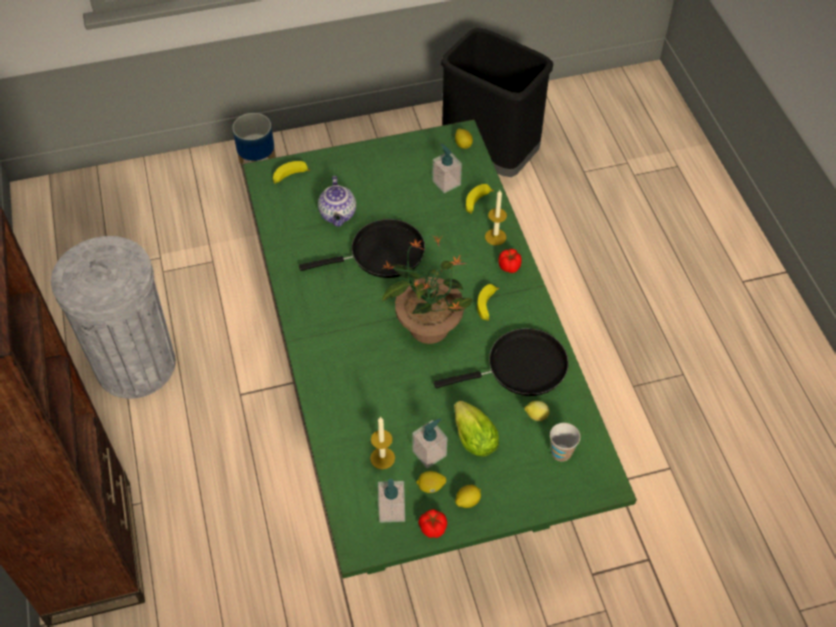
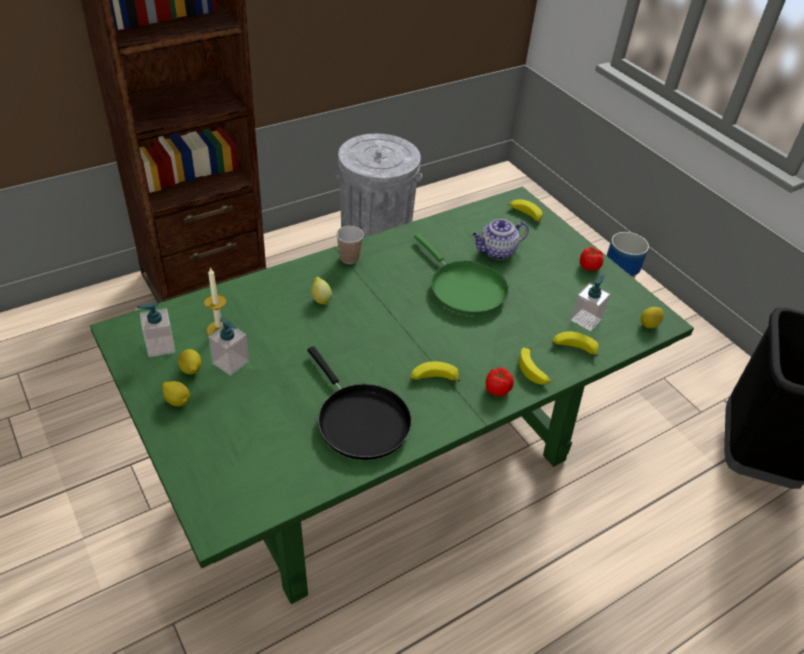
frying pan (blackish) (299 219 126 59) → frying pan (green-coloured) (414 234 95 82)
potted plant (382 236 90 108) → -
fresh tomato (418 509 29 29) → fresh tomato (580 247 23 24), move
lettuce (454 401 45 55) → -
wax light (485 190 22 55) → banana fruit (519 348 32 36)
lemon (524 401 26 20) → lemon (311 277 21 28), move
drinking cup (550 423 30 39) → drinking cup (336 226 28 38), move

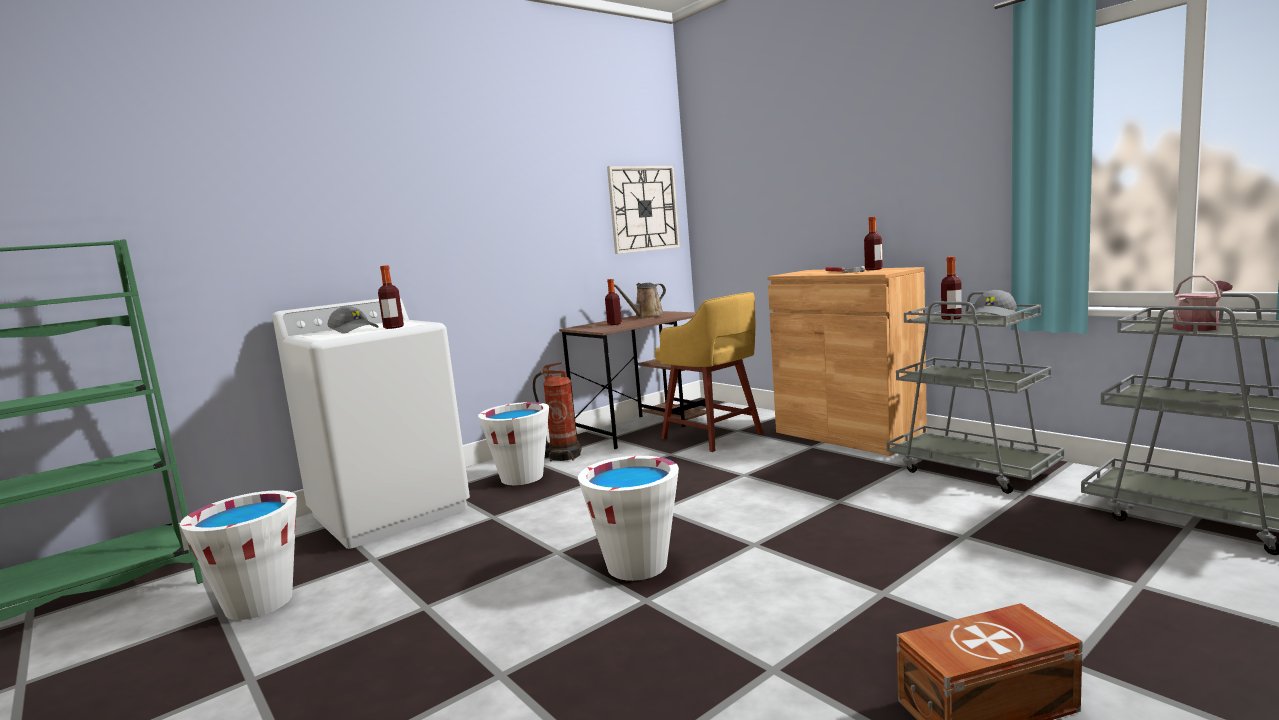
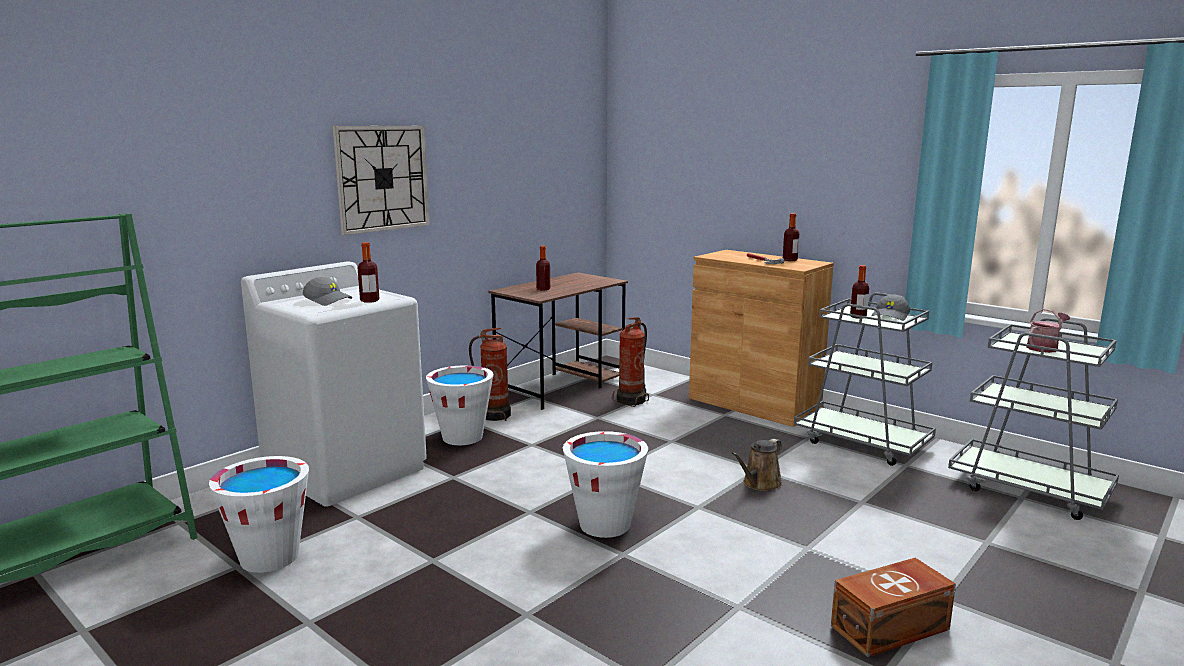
wall clock (607 166 73 88) → wall clock (333 126 97 109), move
watering can (brown) (614 283 52 35) → watering can (brown) (732 439 51 52), move
stool seat (yellowish) (655 292 108 160) → fire-fighting cylinder (613 317 36 90)

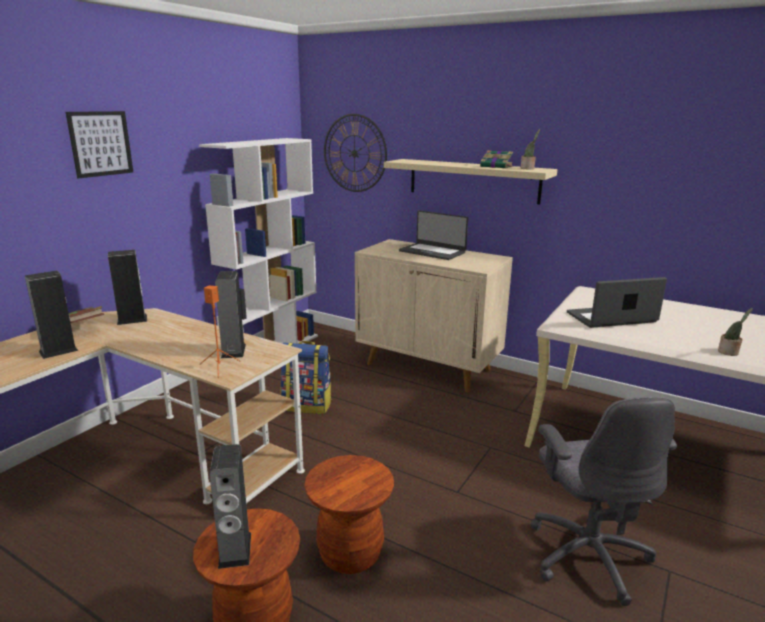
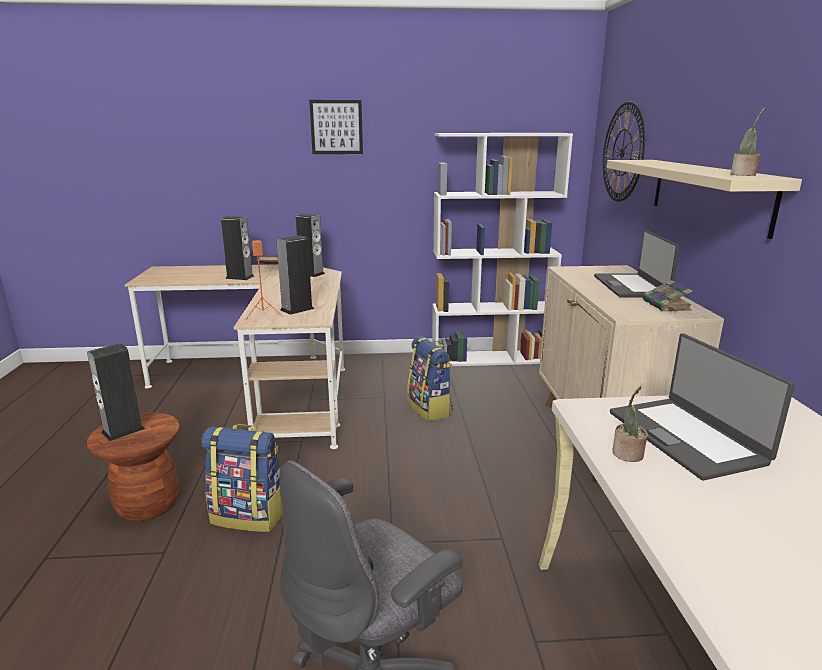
stool seat (brown) (304 455 90 119) → rucksack (201 424 82 108)
book (480 150 33 19) → book (643 280 49 32), move
laptop (567 277 100 51) → laptop (610 334 185 147), 150 degrees counterclockwise
potted plant (718 308 35 48) → potted plant (612 386 36 76), move

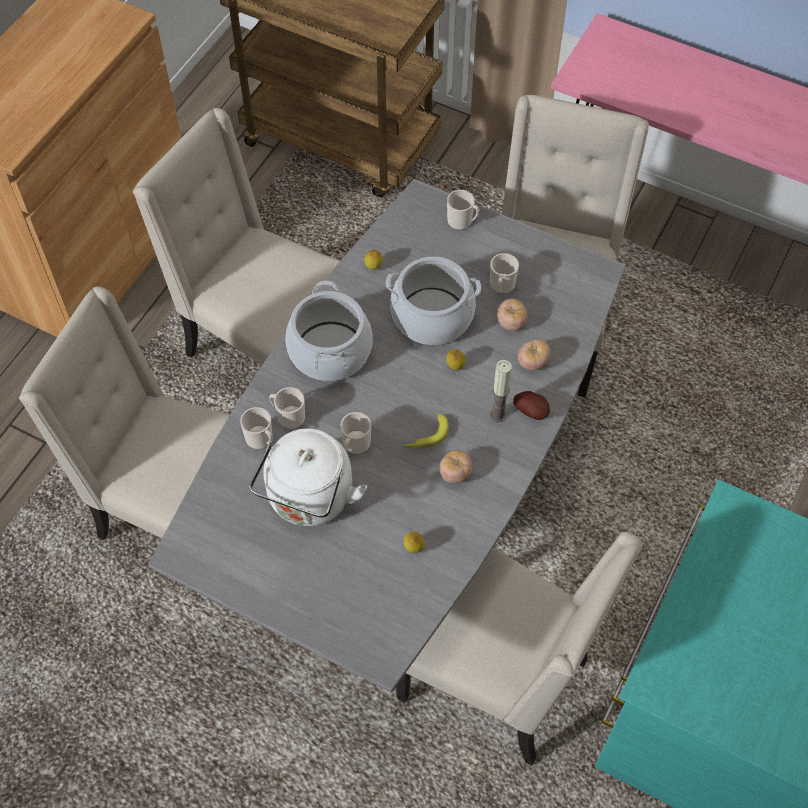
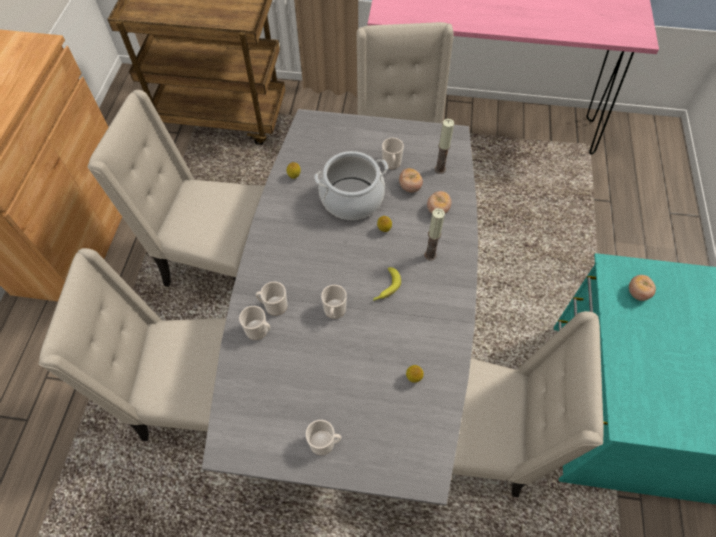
tea kettle (white-coloured) (249 429 118 97) → -
saucepot (285 281 88 100) → -
fresh tomato (439 450 34 34) → fresh tomato (629 275 27 26), move
mug (447 190 32 40) → mug (306 420 35 35), move
potato (513 391 37 29) → -
- → wax light (435 119 19 55)

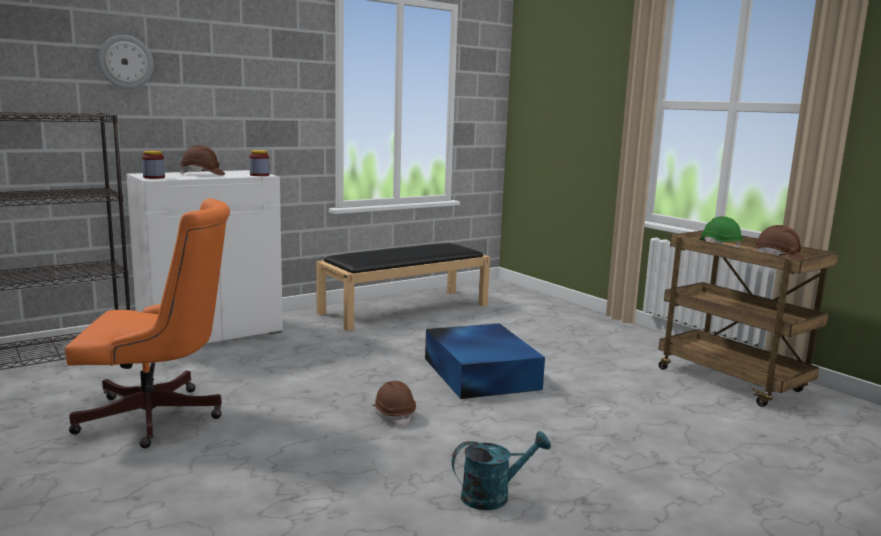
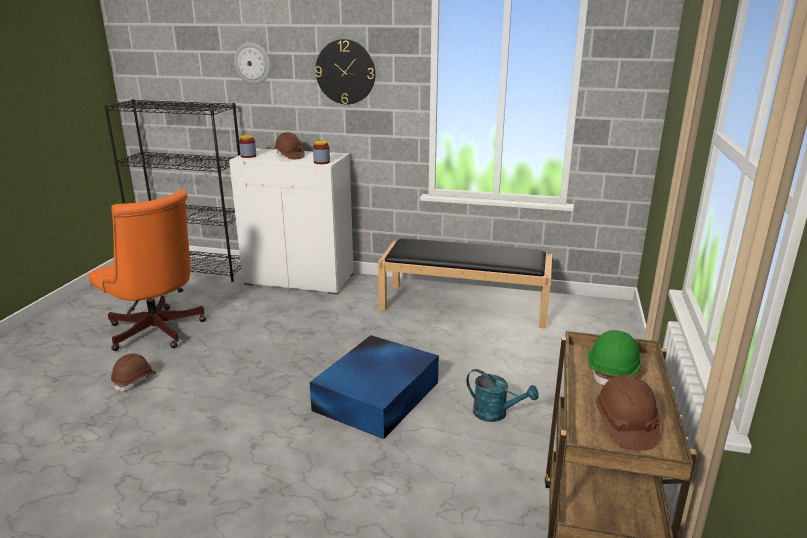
work helmet (brown) (373 381 43 45) → work helmet (brown) (111 354 46 38), move
watering can (turquoise-coloured) (452 431 99 79) → watering can (turquoise-coloured) (466 369 73 53), move
- → wall clock (315 39 61 65)

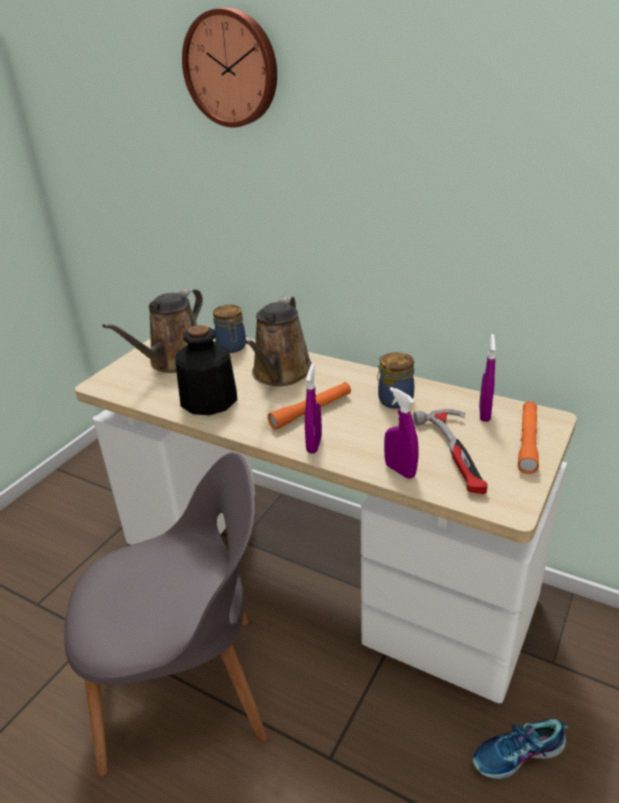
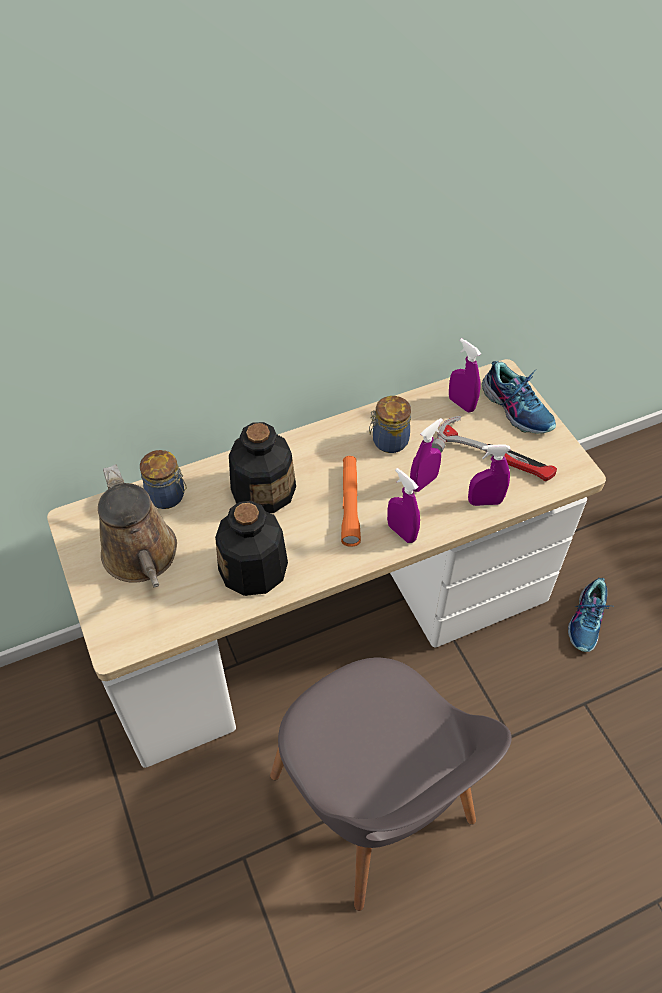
plain chair (gray) (64 452 203 325) → plain chair (gray) (270 657 242 254), 120 degrees clockwise
wall clock (182 8 95 119) → -
watering can (brown) (244 296 68 90) → beverage bottle (229 422 67 91)
torch (orangey) (518 401 21 73) → shoe (482 361 74 73)
- → sprayer (purple) (410 418 33 74)

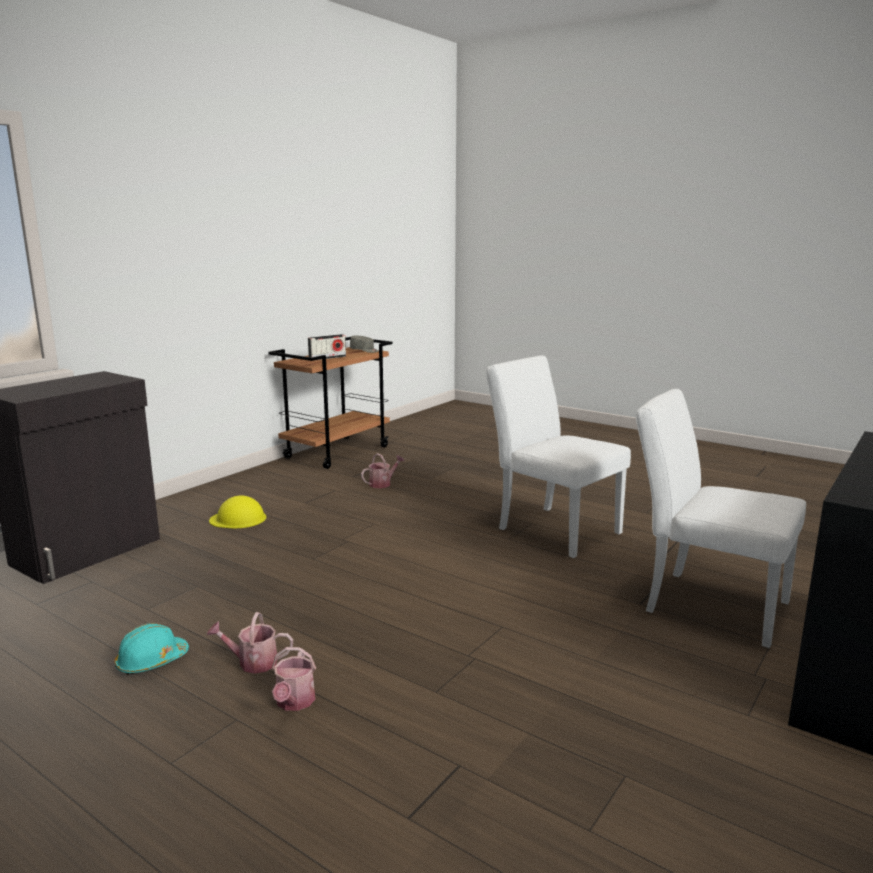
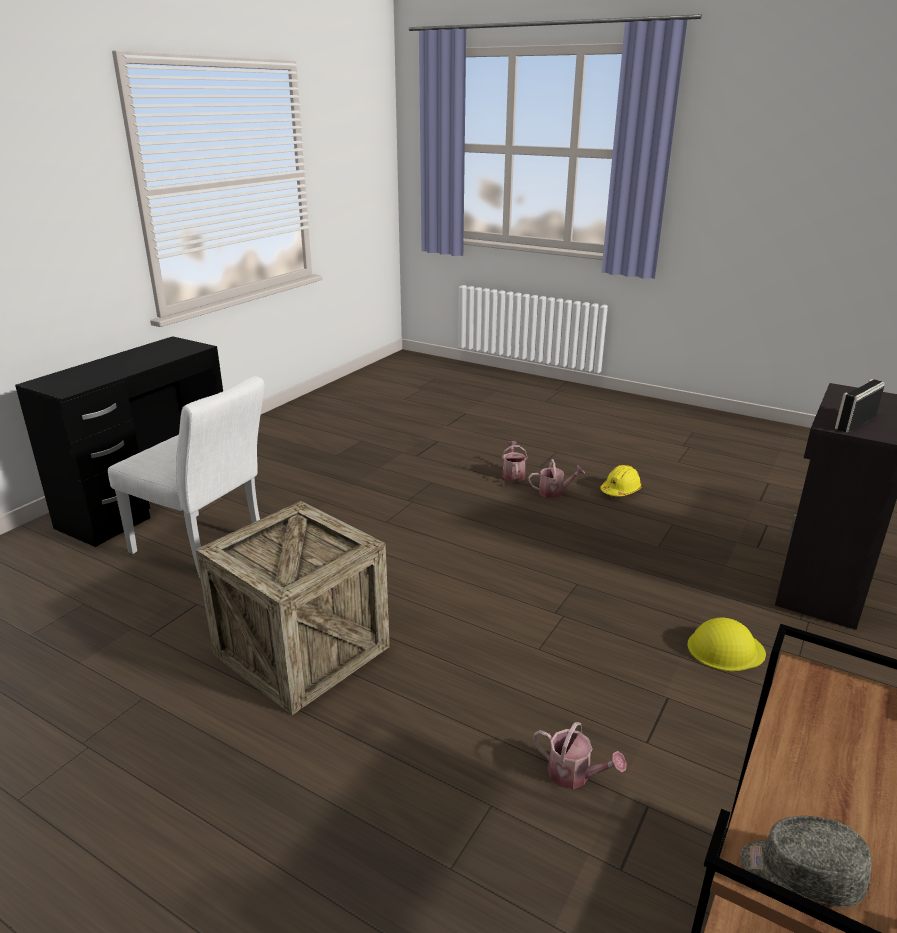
work helmet (turquoise-coloured) (114 623 75 52) → work helmet (yellowish) (600 465 42 31)
radio (308 334 38 26) → radio (835 379 50 54), move
watering can (361 453 44 35) → watering can (533 722 94 67), 105 degrees counterclockwise
plain chair (white-coloured) (486 355 145 203) → packing crate (196 501 194 214)

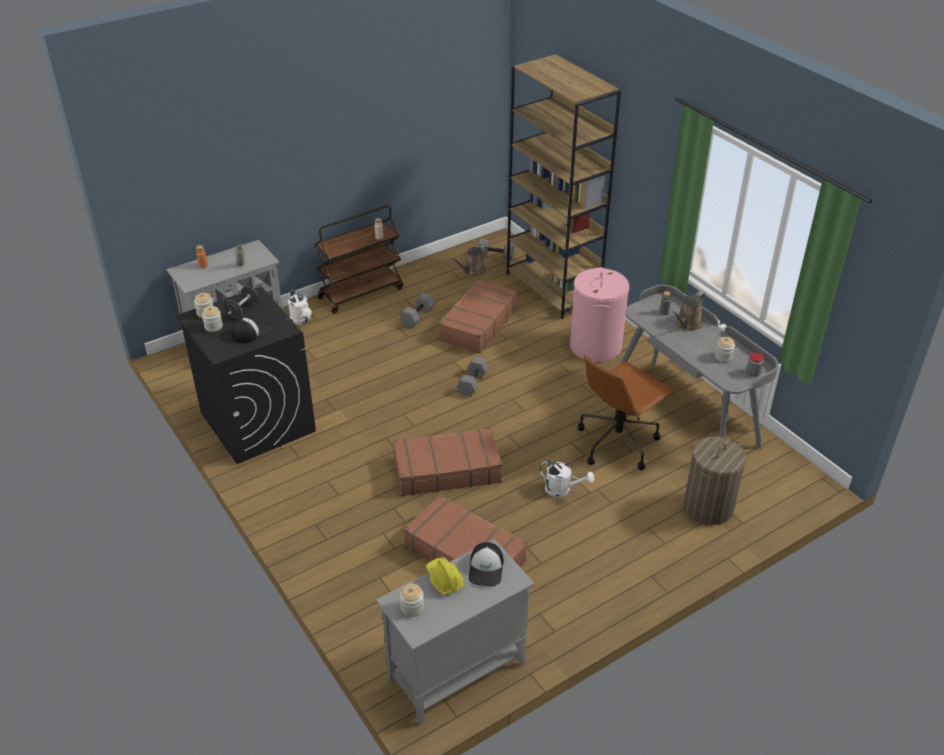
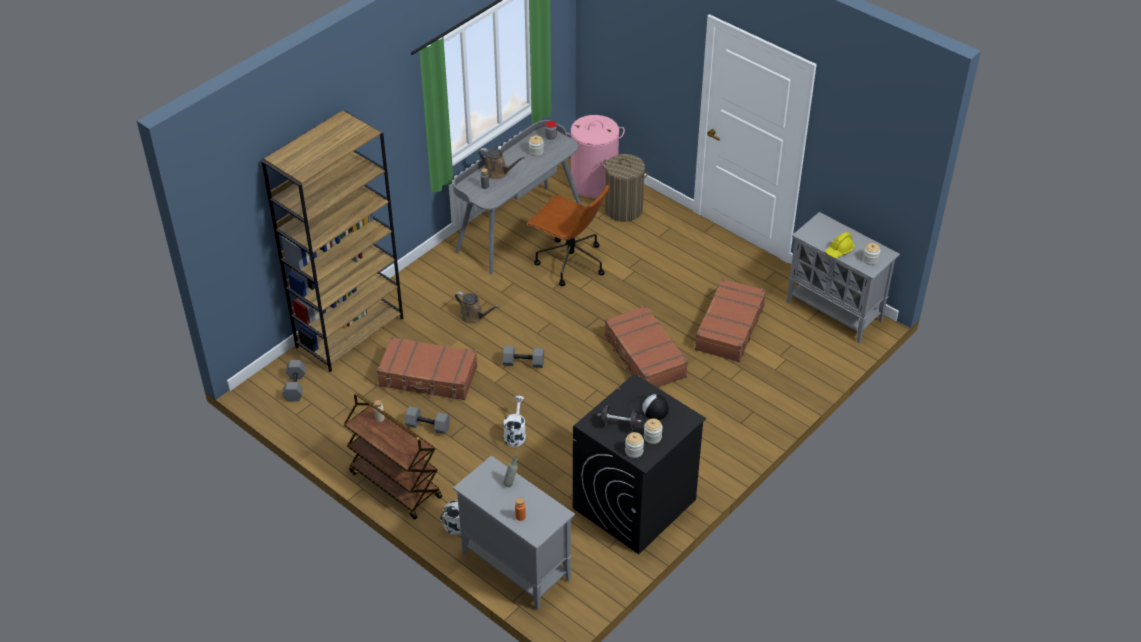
watering can (brown) (450 245 38 31) → watering can (brown) (455 292 44 32), move
baseball cap (469 542 35 44) → -
watering can (white-coloured) (539 460 55 38) → watering can (white-coloured) (504 396 22 51), move
laundry basket (pinkish) (570 267 59 95) → laundry basket (pinkish) (566 115 59 83), move

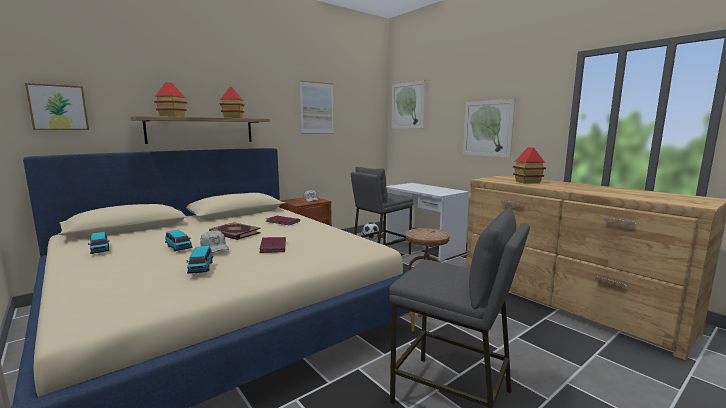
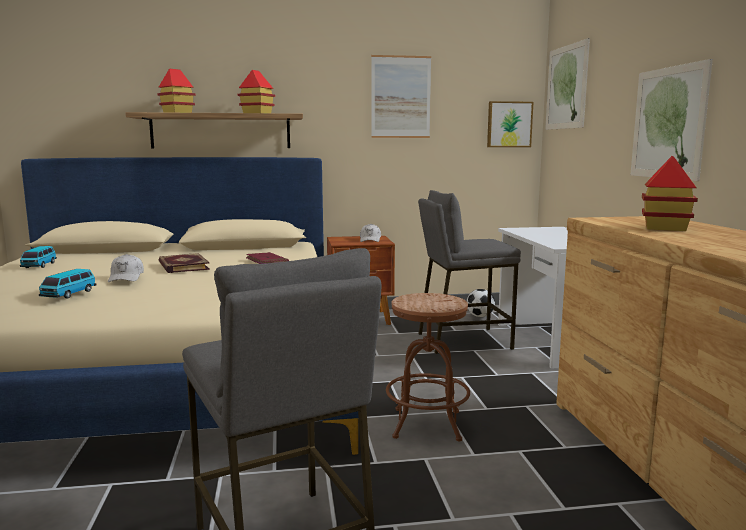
wall picture (25 83 64 47) → wall picture (487 101 47 46), move
miniature car (165 230 27 22) → -
book (reddish) (259 237 27 16) → -

